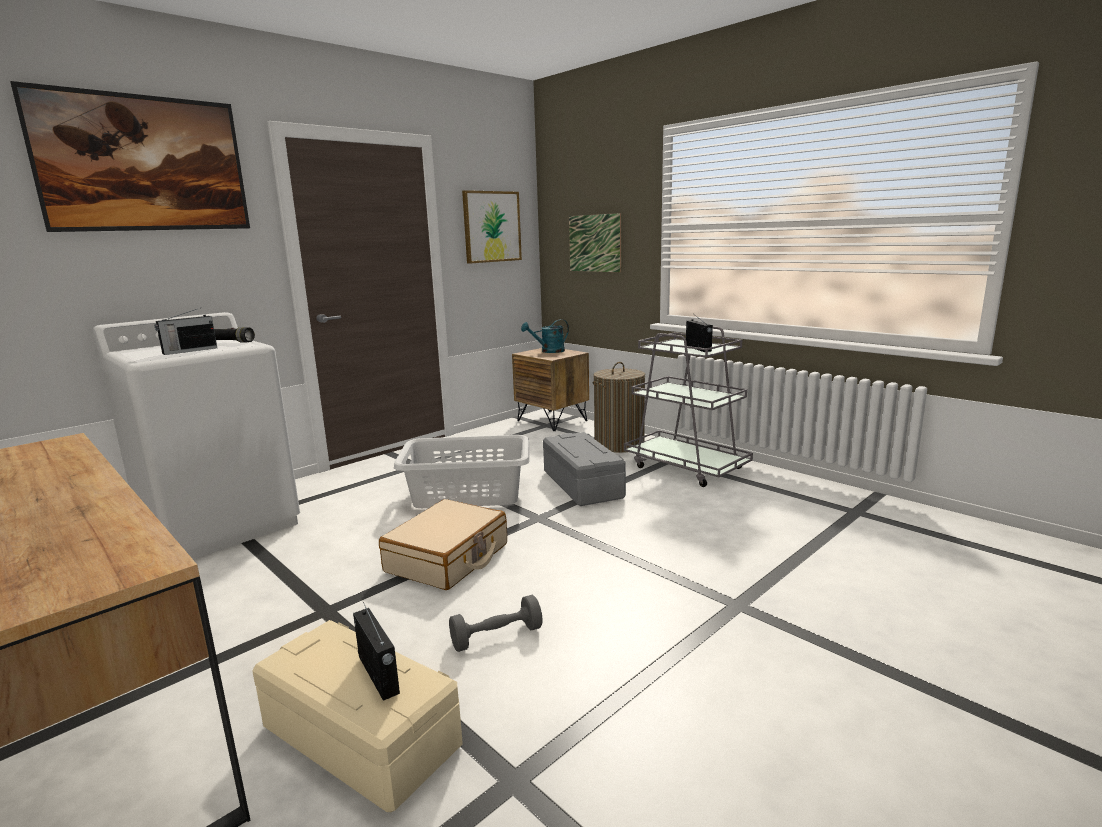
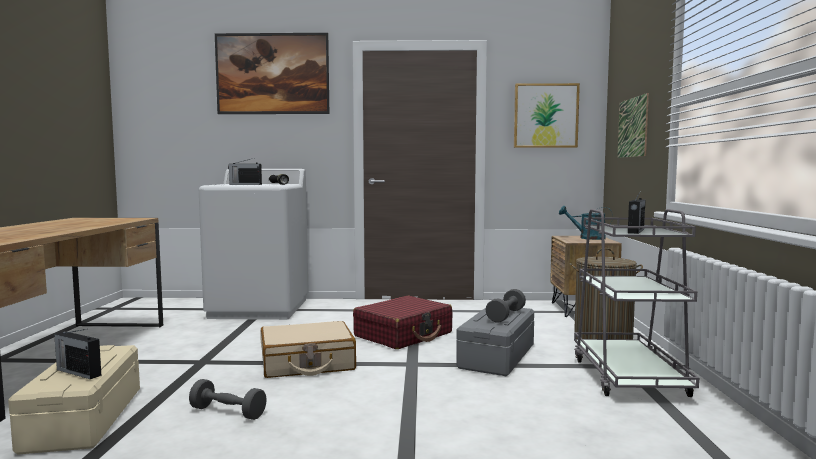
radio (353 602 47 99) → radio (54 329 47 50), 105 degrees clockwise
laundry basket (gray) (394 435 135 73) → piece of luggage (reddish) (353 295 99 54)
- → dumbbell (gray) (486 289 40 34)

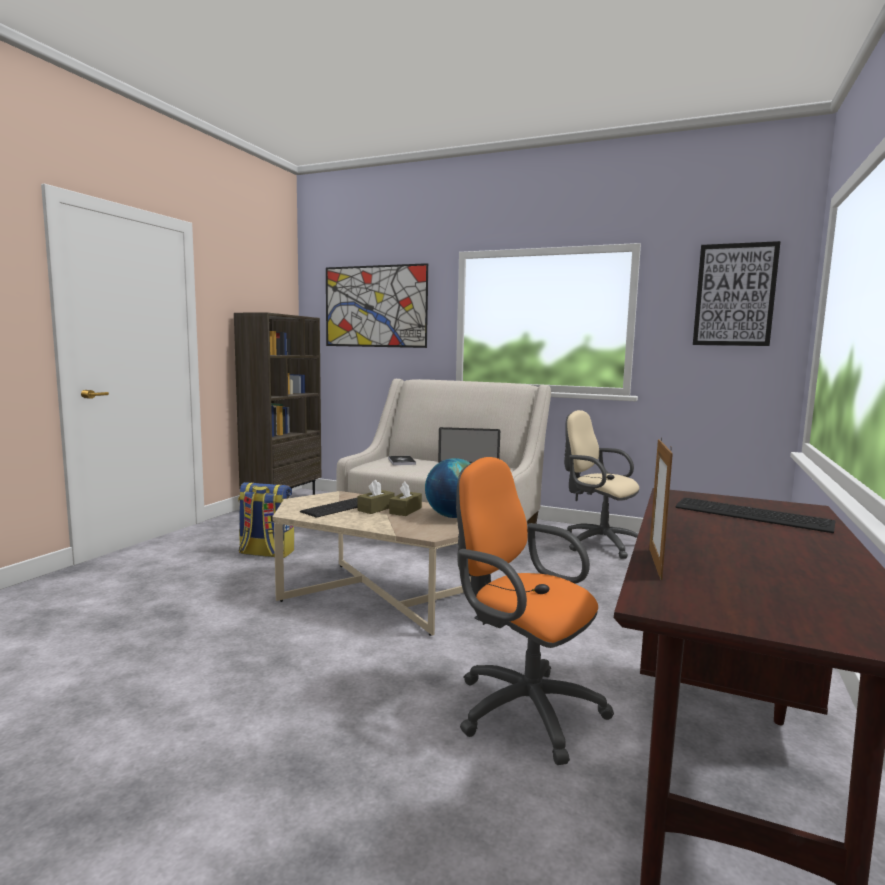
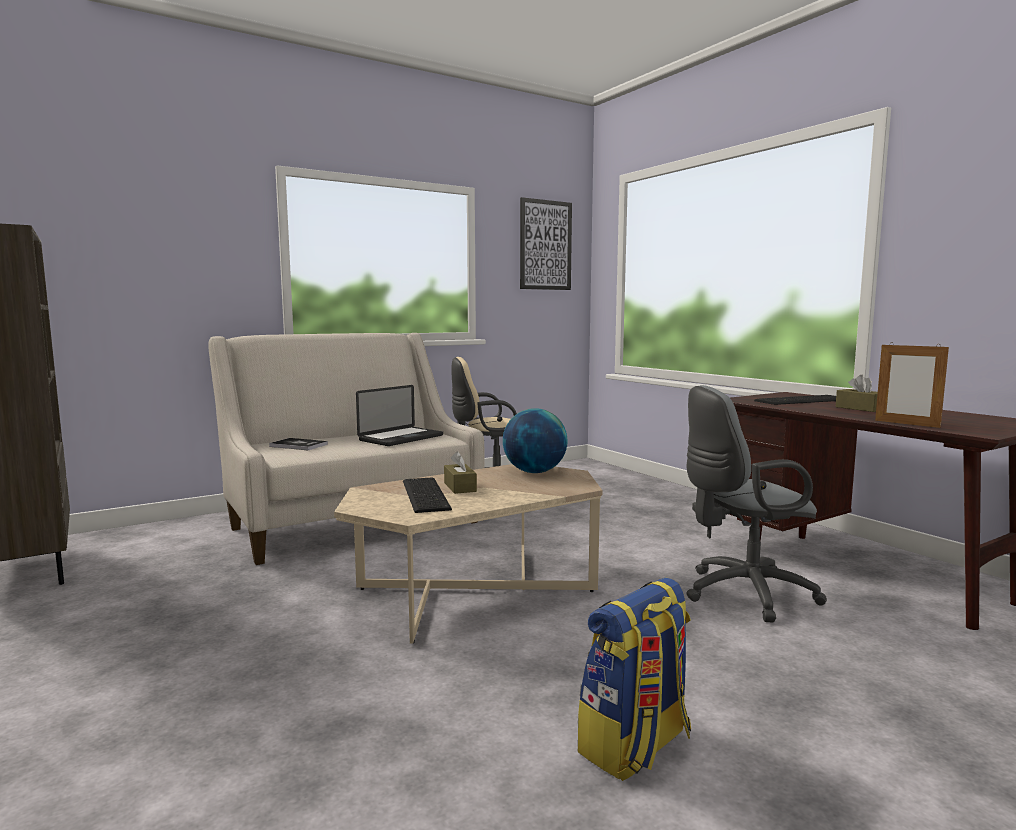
rucksack (238 482 56 76) → rucksack (578 578 113 203), move
wall picture (326 263 102 85) → -
tissue box (brown) (389 482 33 34) → tissue box (brown) (836 375 42 37), move
office chair (orangey) (456 457 158 308) → office chair (gray) (686 385 141 237)

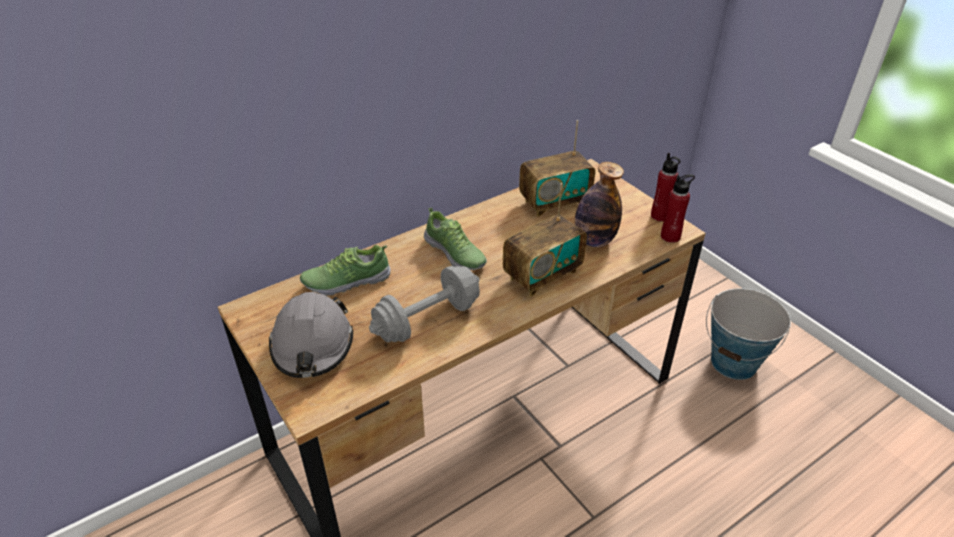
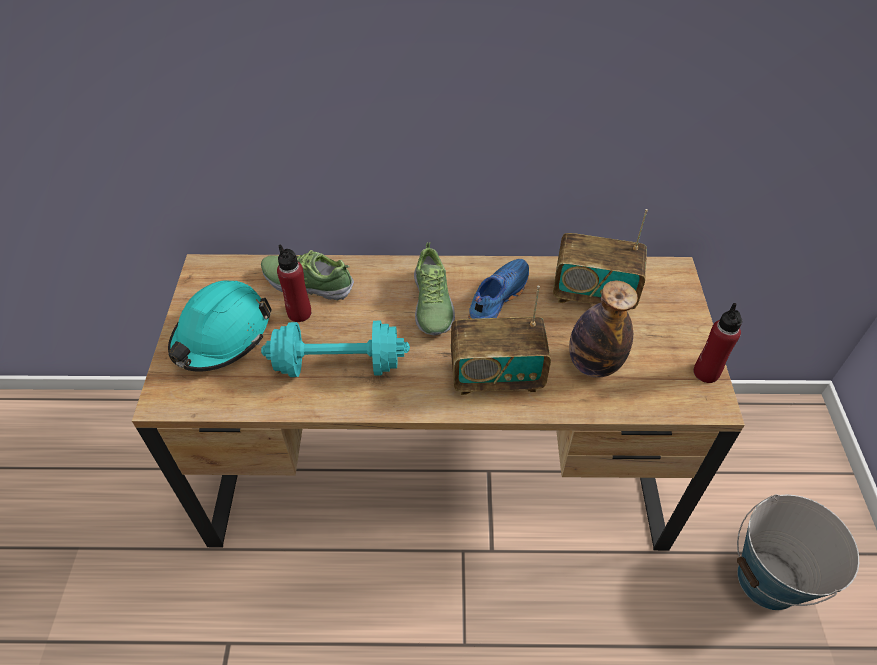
work helmet (gray) (269 292 84 86) → work helmet (turquoise-coloured) (168 280 104 92)
dumbbell (gray) (369 266 111 76) → dumbbell (turquoise-coloured) (261 320 149 57)
beverage bottle (reddish) (661 174 34 69) → beverage bottle (reddish) (277 244 34 78), move
- → shoe (bluish) (468 259 61 60)

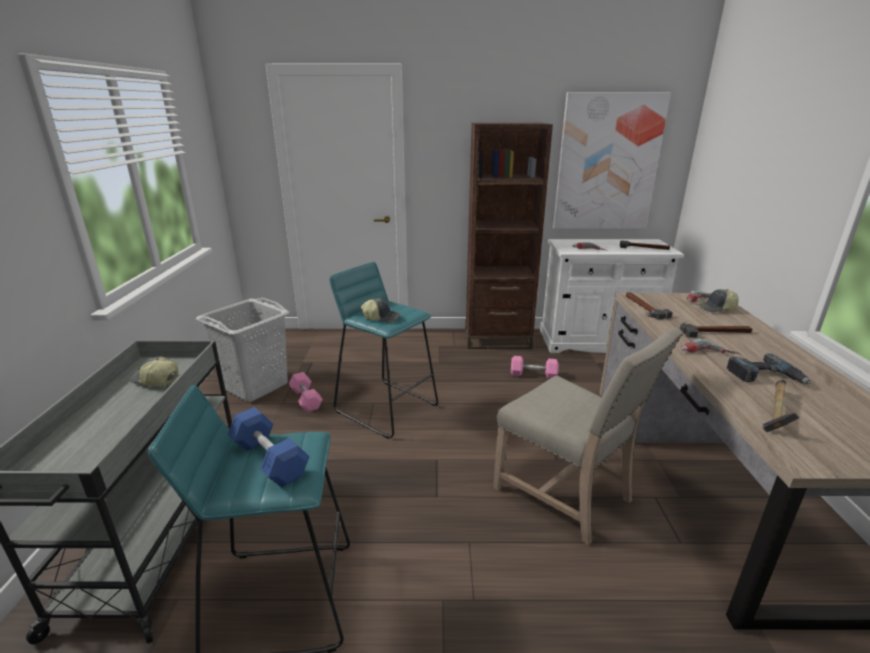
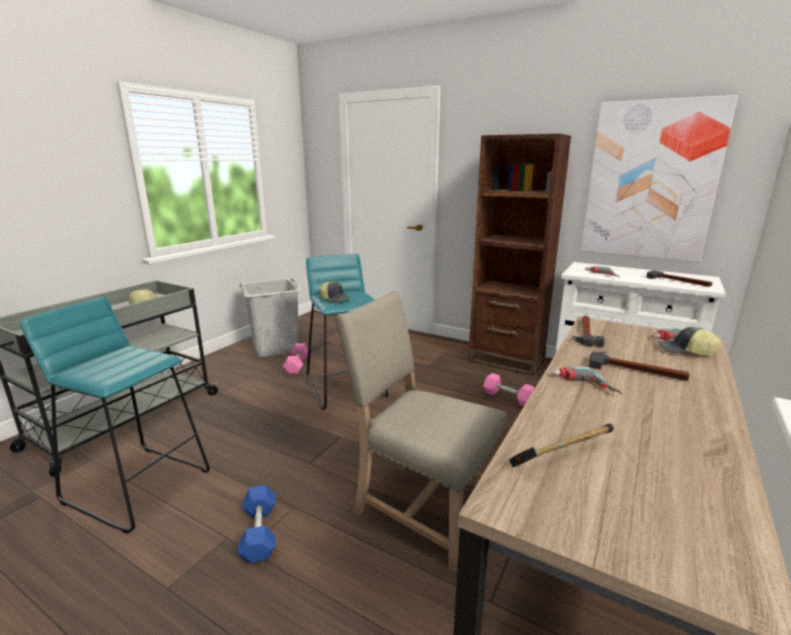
dumbbell (bluish) (228 407 82 80) → dumbbell (bluish) (238 485 38 79), move
plain chair (sand-coloured) (493 327 190 218) → plain chair (sand-coloured) (334 291 173 281), 135 degrees clockwise
power drill (727 353 83 31) → -

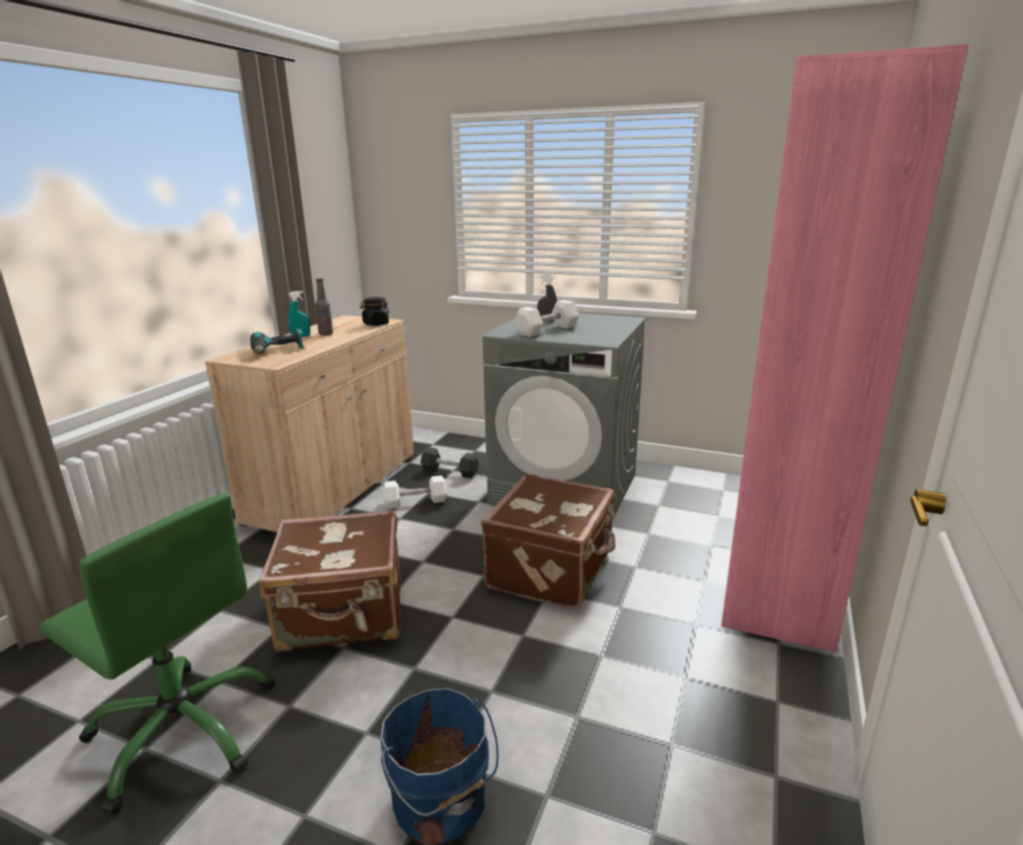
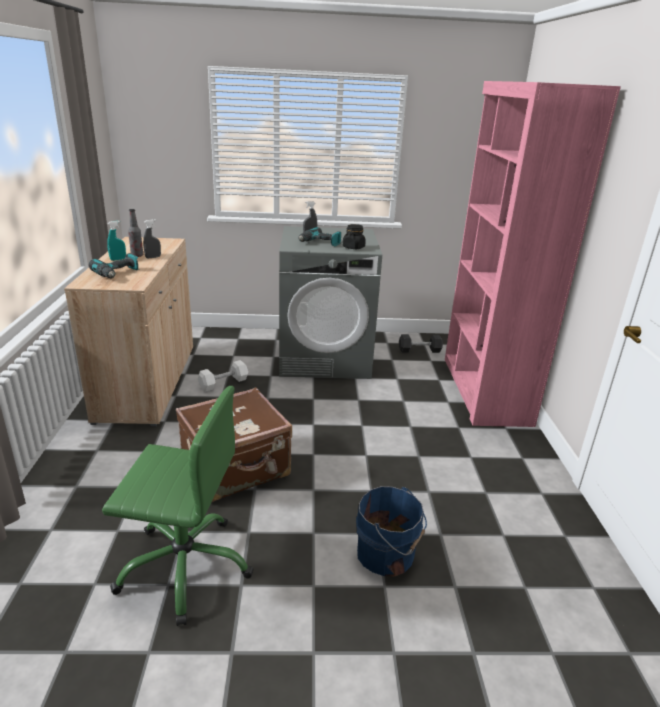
storage jar (blackish) (360 297 29 29) → storage jar (blackish) (343 224 23 25), move
dumbbell (blackish) (421 447 58 31) → dumbbell (blackish) (399 334 44 19), move
piece of luggage (brown) (481 473 134 136) → -
dumbbell (white-coloured) (514 300 65 37) → power drill (299 227 42 19)
- → sprayer (gray) (143 219 18 39)

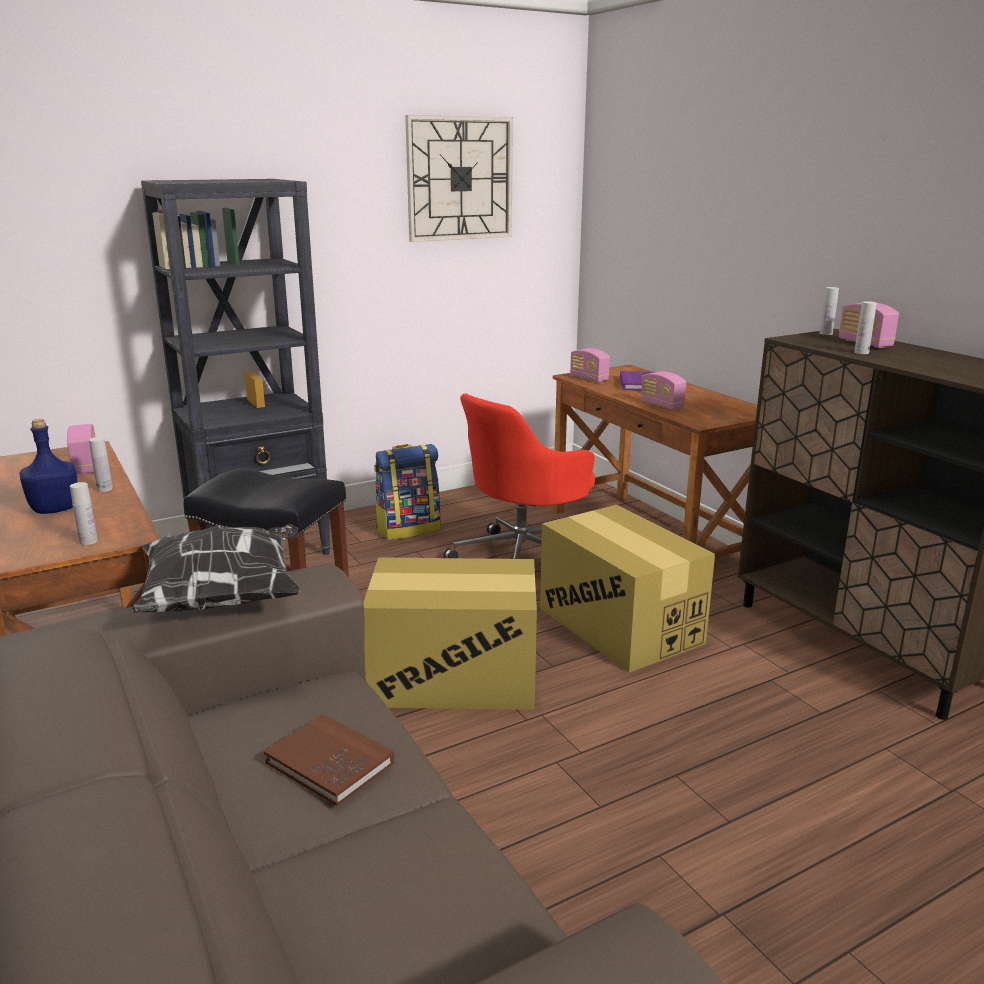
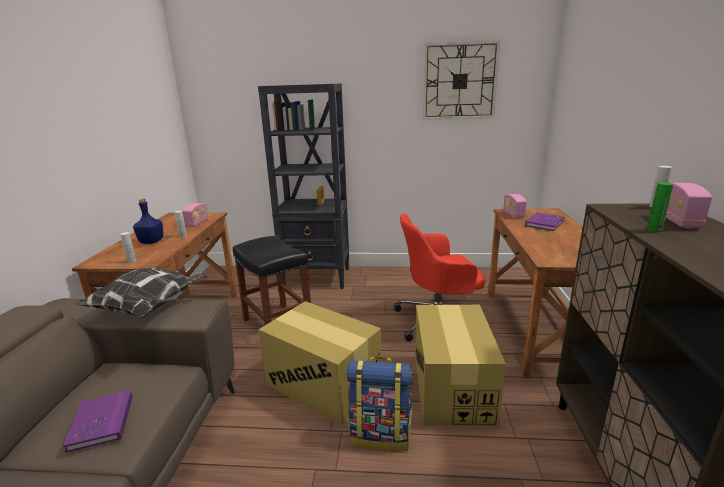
book (brown) (264 714 131 92) → book (purple) (63 391 70 62)
rucksack (374 444 67 96) → rucksack (346 357 67 94), move
radio (641 371 45 39) → -
beverage bottle (white-coloured) (854 301 23 53) → beverage bottle (green-coloured) (647 182 26 50)

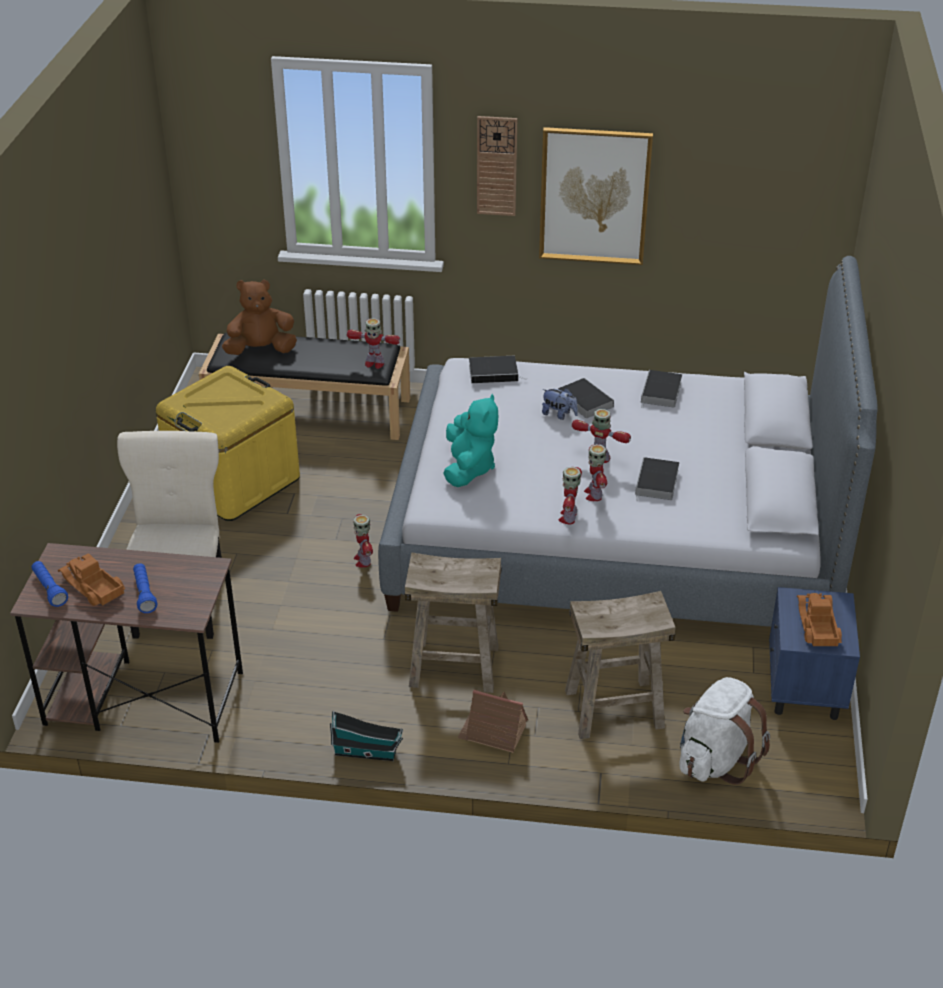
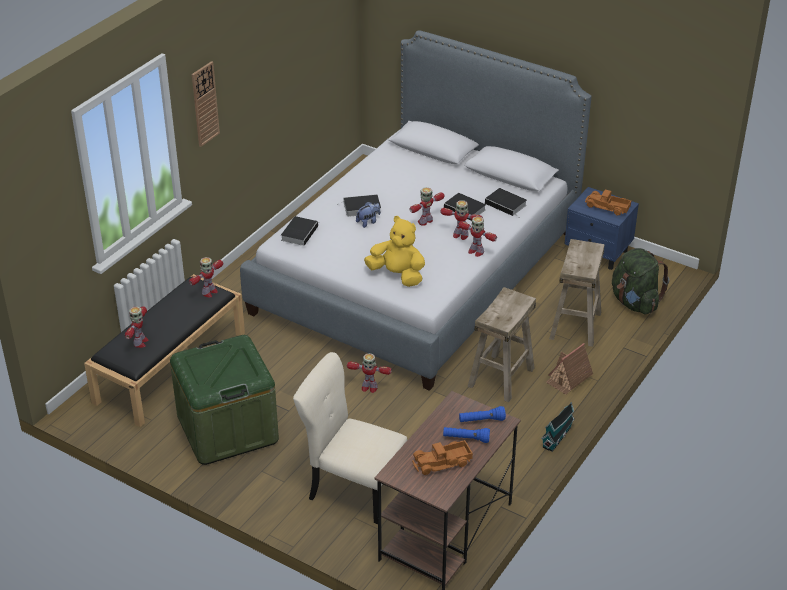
torch (bluish) (31 561 37 46) → torch (bluish) (459 406 47 16), move
storage box (yellowish) (156 366 144 155) → storage box (green-coloured) (170 335 109 130)
soft toy (brown) (222 279 75 76) → toy robot (125 306 24 42)
soft toy (turquoise-coloured) (444 394 54 93) → soft toy (yellowish) (364 216 61 71)
wall picture (539 127 114 138) → -
book (641 370 41 38) → book (485 188 42 29), move
rucksack (white-coloured) (679 677 91 108) → rucksack (green-coloured) (612 248 57 67)

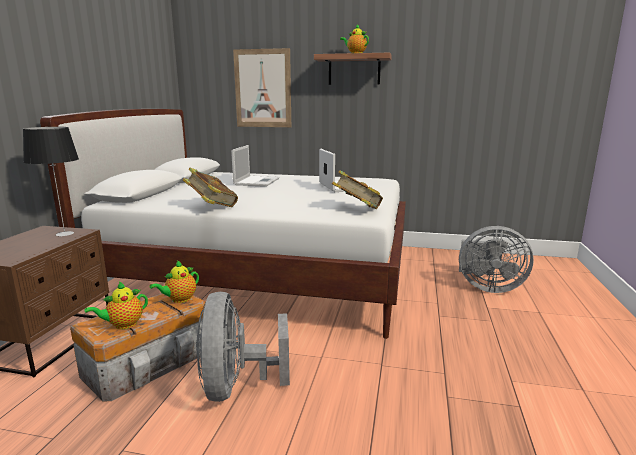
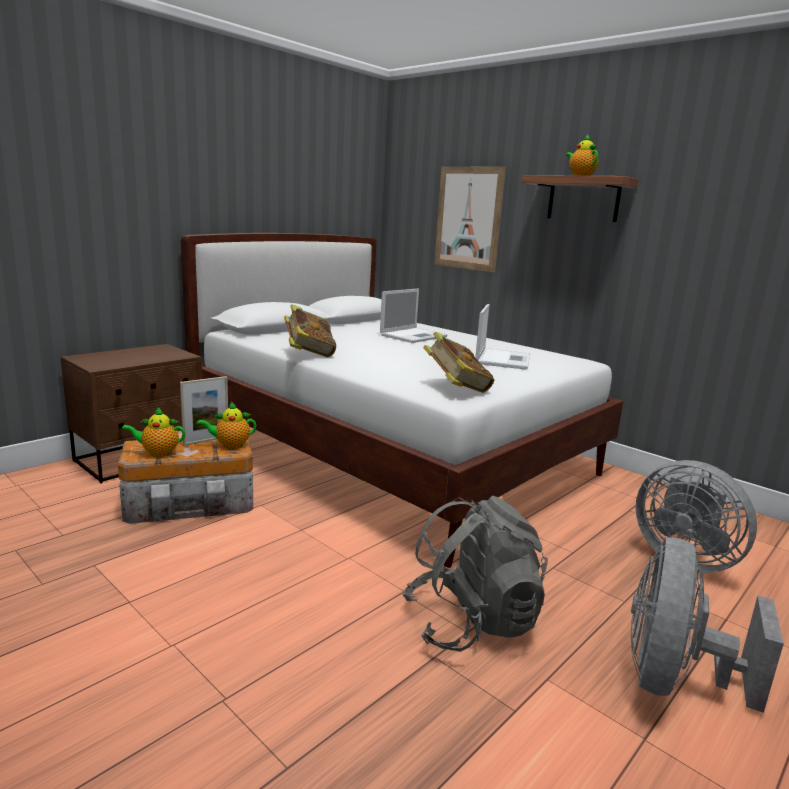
lamp for a table (23 127 56 109) → -
fan (gray) (196 292 94 110) → fan (gray) (631 537 153 176), move
- → standing frame (180 376 48 70)
- → rucksack (gray) (402 496 146 156)

